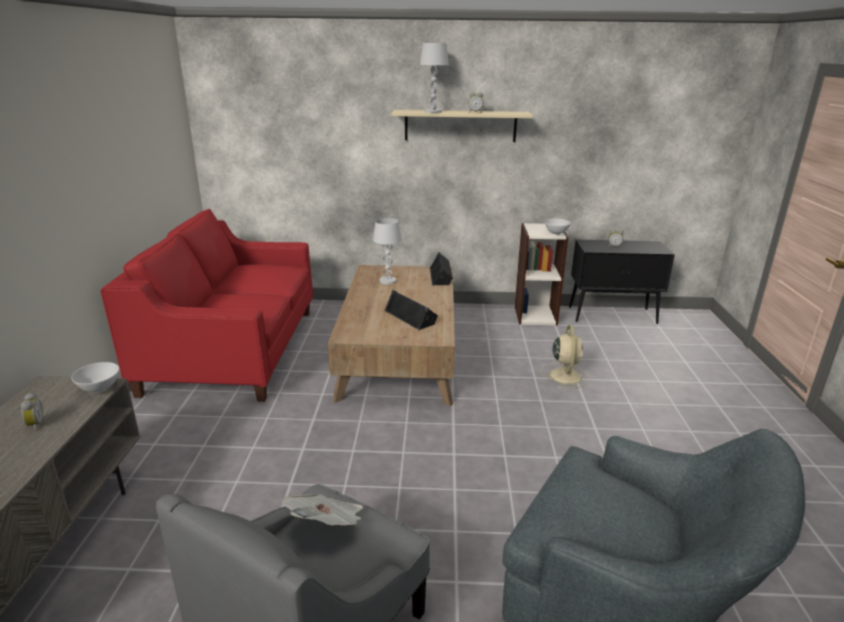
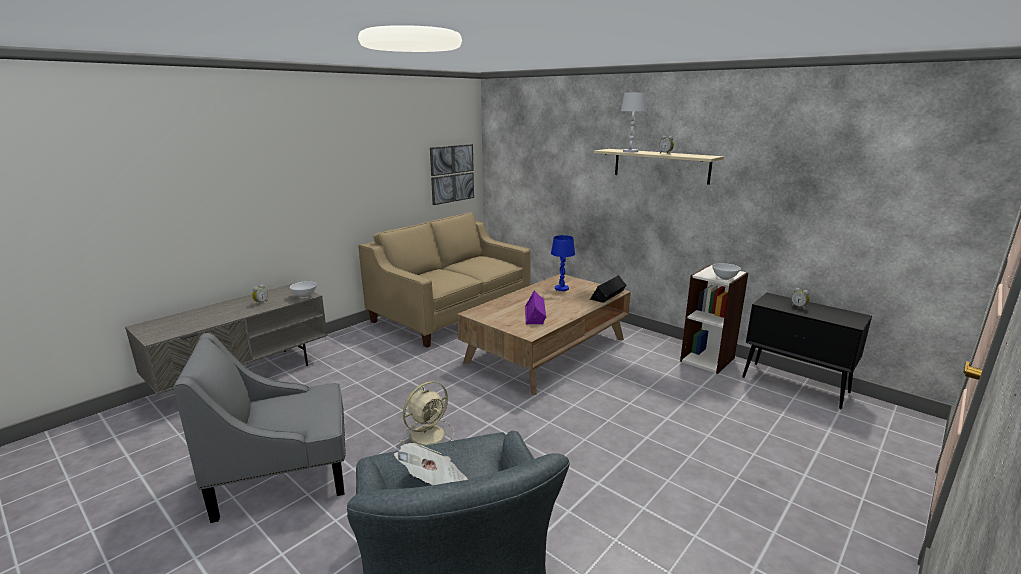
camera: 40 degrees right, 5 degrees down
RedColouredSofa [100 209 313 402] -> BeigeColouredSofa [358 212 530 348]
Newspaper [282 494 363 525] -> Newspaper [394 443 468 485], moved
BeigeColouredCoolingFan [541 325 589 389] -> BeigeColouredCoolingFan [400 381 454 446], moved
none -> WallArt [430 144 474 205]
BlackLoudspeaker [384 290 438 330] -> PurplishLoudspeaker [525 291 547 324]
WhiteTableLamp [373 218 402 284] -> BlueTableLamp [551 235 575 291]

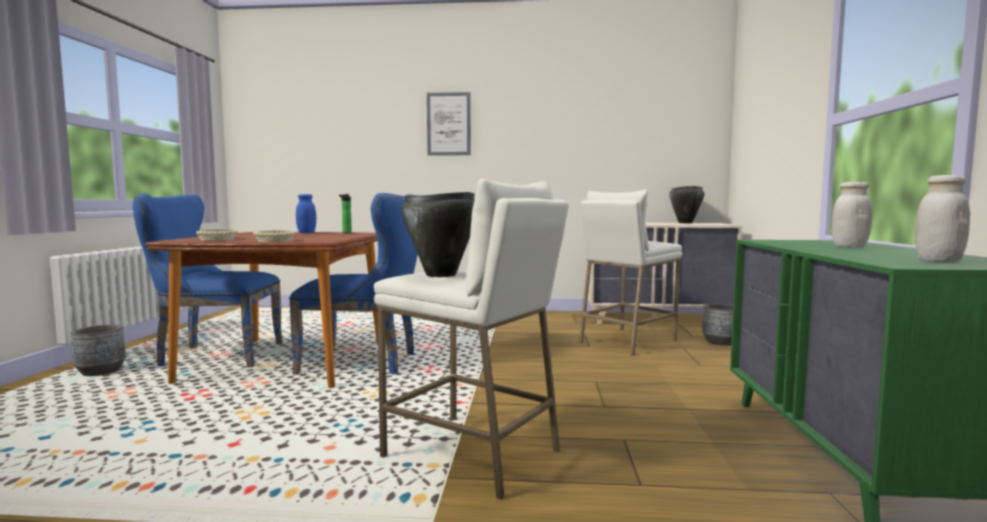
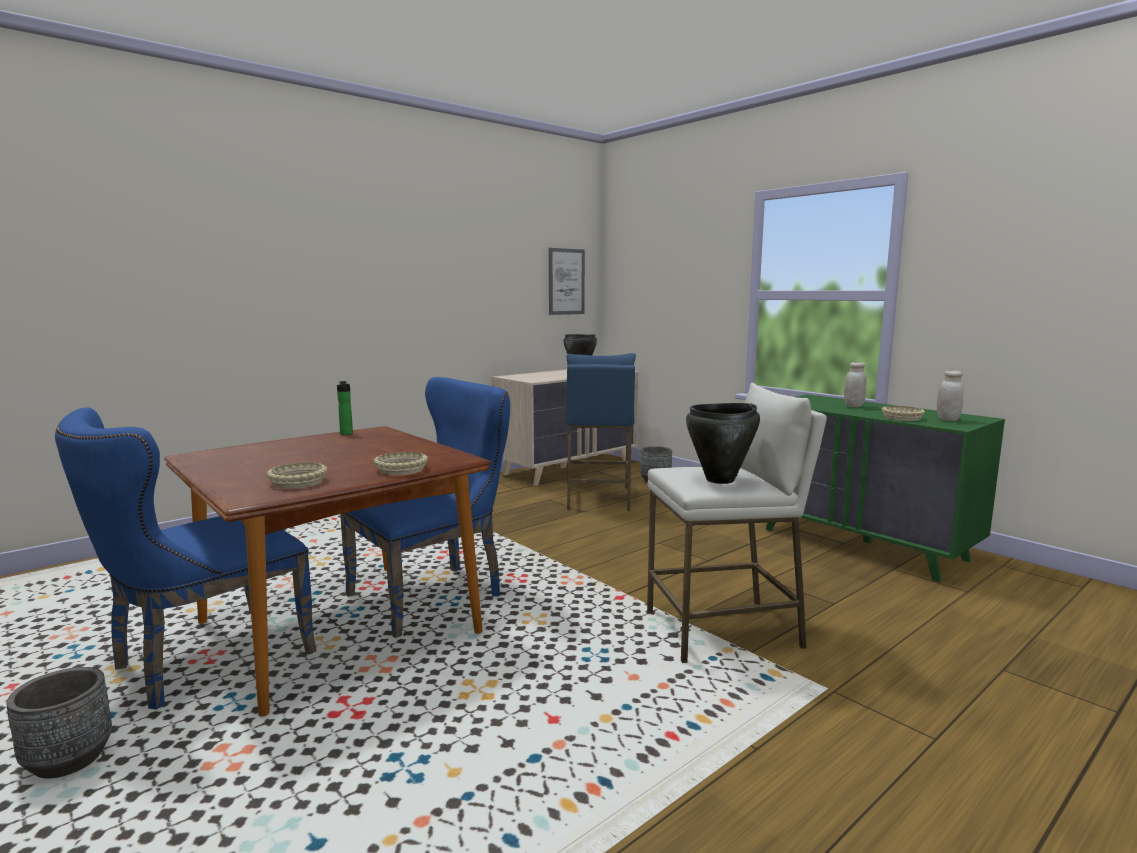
camera: 45 degrees left, 5 degrees up
WallArt [427 92 471 156] -> WallArt [549 248 585 315], moved
WhiteStoolSeat [579 190 682 356] -> BlueStoolSeat [566 353 636 511]
none -> BeigeColouredServingBowl [882 406 925 421]
BlueStorageJar [296 194 316 233] -> none

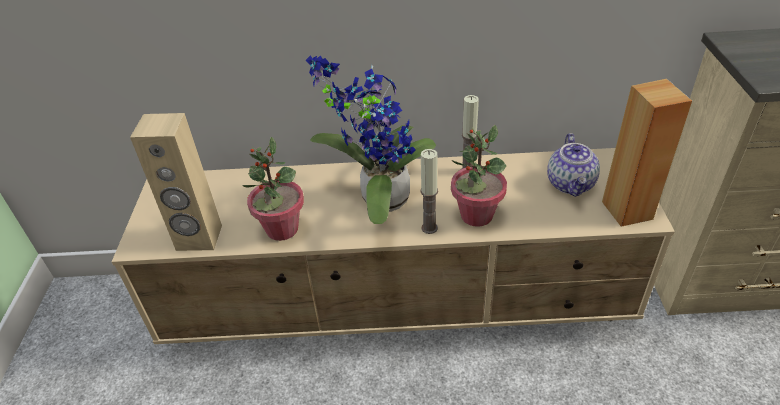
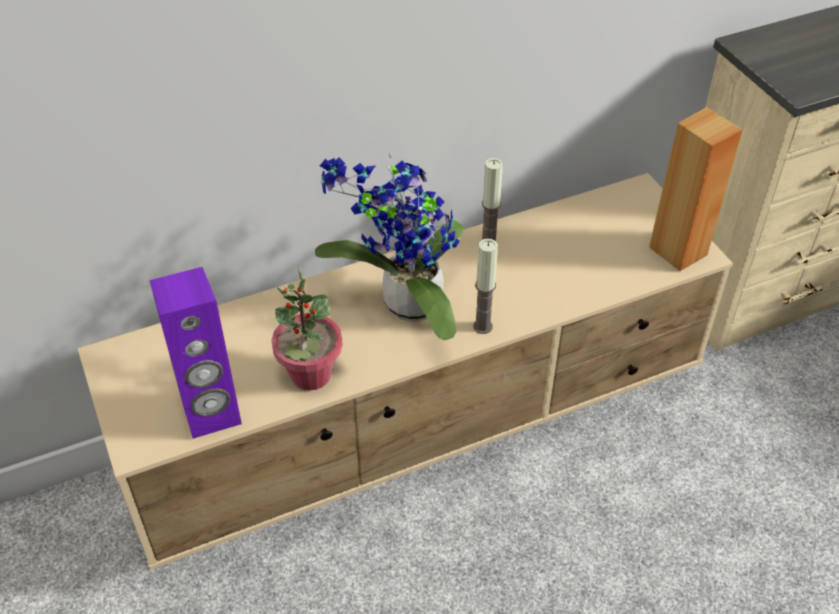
camera: 25 degrees left, 5 degrees up
BeigeColouredLoudspeaker [130 113 222 251] -> PurplishLoudspeaker [149 267 242 439]
PlantInAPot [451 125 507 227] -> none
Teapot [547 133 600 197] -> none

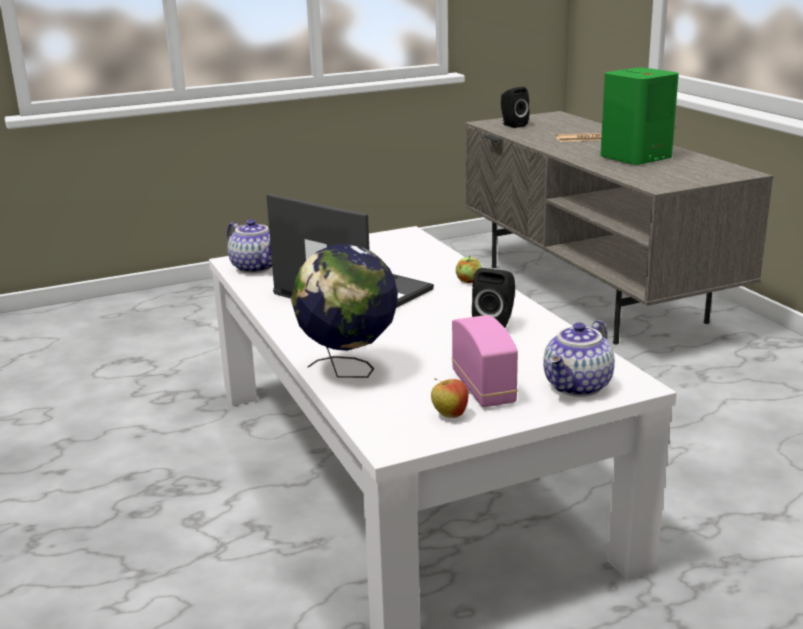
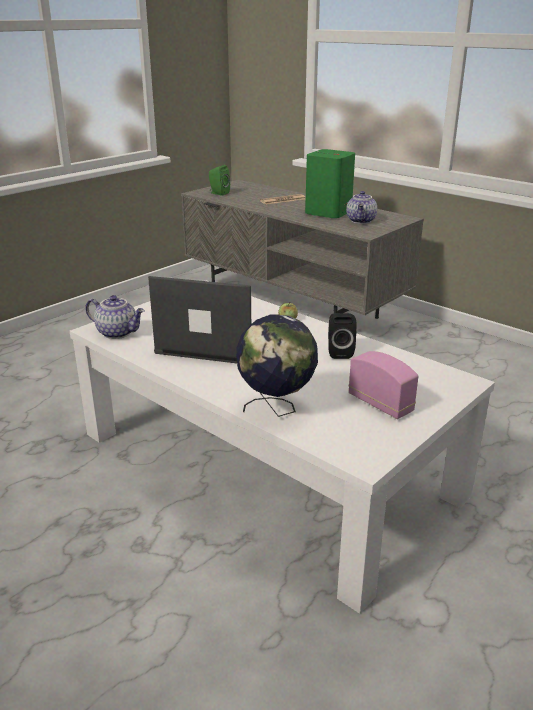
camera: 25 degrees left, 5 degrees up
BlackLoudspeaker [501 87 529 128] -> GreenishLoudspeaker [209 165 230 196]
Teapot [543 320 615 397] -> Teapot [346 191 377 224], moved
WholeApple [431 378 469 418] -> none

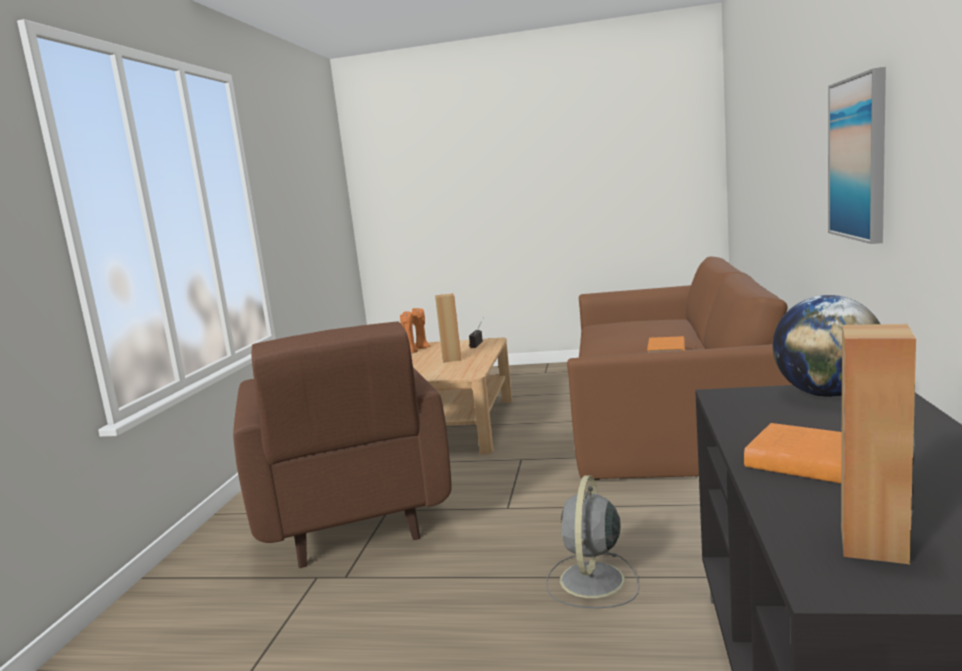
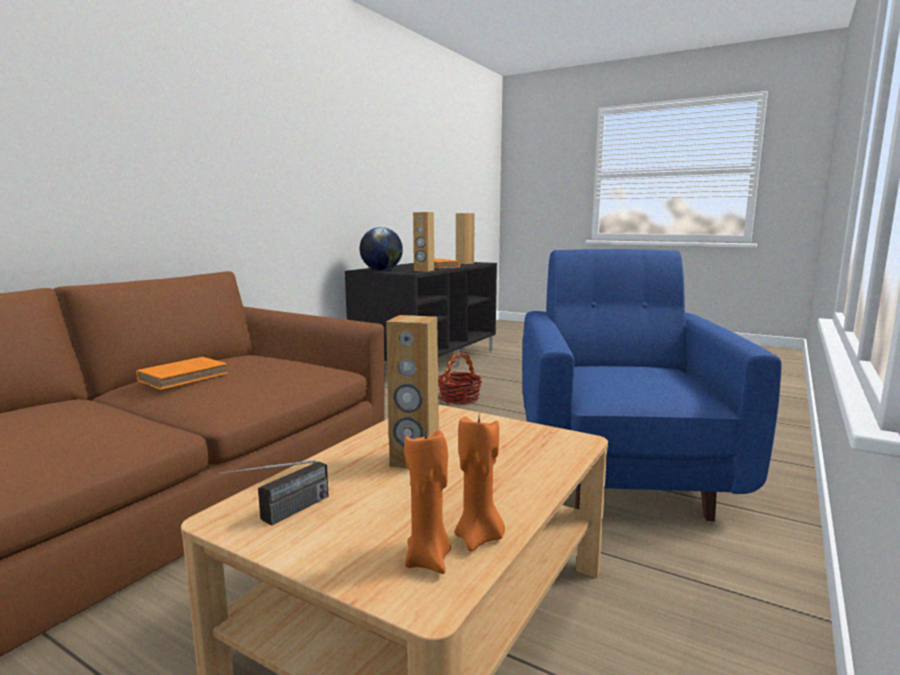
camera: 160 degrees left, 0 degrees up
none -> BrownLoudspeaker [413 212 435 272]
GrayCoolingFan [546 475 640 609] -> HouseholdBasket [438 352 482 404]
BrownEasyChair [233 321 452 568] -> BlueEasyChair [522 249 782 521]
WallArt [828 67 886 244] -> none

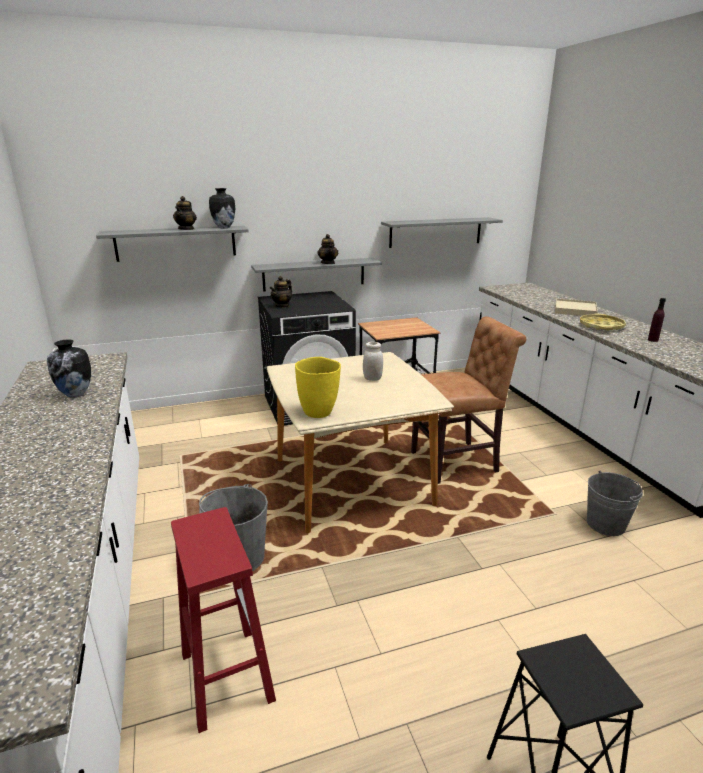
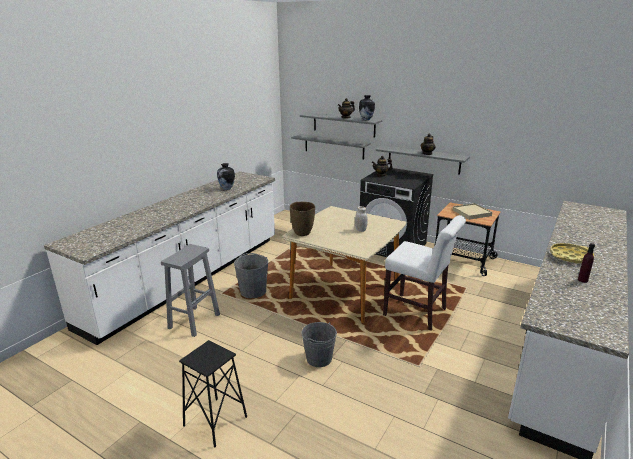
camera: 50 degrees right, 0 degrees up
RedColouredStoolSeat [171 507 276 733] -> GrayStoolSeat [161 244 220 337]
YellowFlowerVase [295 357 341 418] -> BrownFlowerVase [290 202 315 236]
GrayWallShelf [381 217 503 248] -> GrayWallShelf [291 134 371 159], moved
GrayBucket [587 471 643 536] -> GrayBucket [301 322 337 367], moved
BrownPlainChair [411 317 526 484] -> WhitePlainChair [383 215 466 331]
BeigeColouredTray [555 299 598 316] -> BeigeColouredTray [453 203 492 220], moved

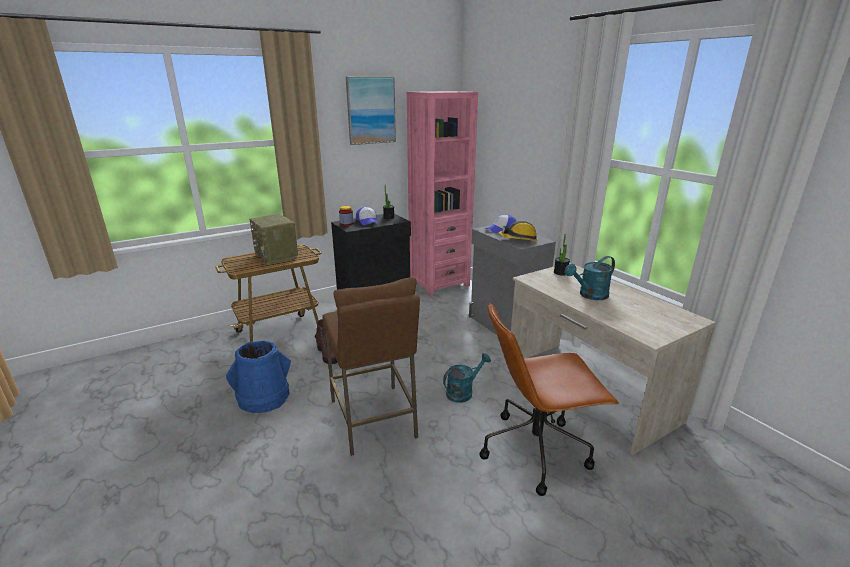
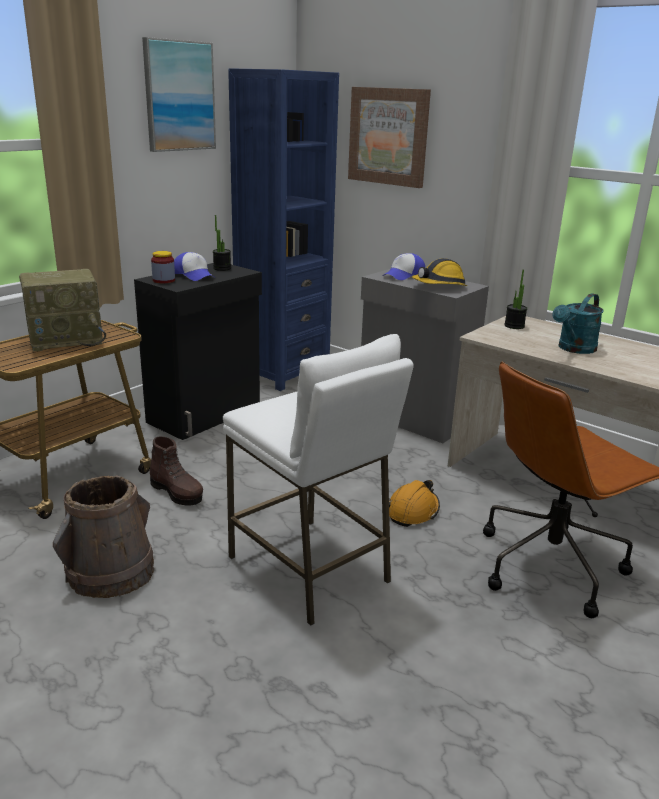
camera: 20 degrees left, 0 degrees up
RadioReceiver [249 214 298 265] -> RadioReceiver [19 269 106 351], 60 degrees counterclockwise
BlueBucket [226 341 291 413] -> BrownBucket [53 475 154 598]
BrownStoolSeat [322 277 420 456] -> WhiteStoolSeat [223 334 414 626]
PinkishShelvingUnit [407 91 478 297] -> BlueShelvingUnit [228 68 339 391]
none -> WallArt [348 87 431 188]
BlueGreenWateringPot [443 353 491 403] -> OrangeColouredWorkHelmet [389 480 440 527]

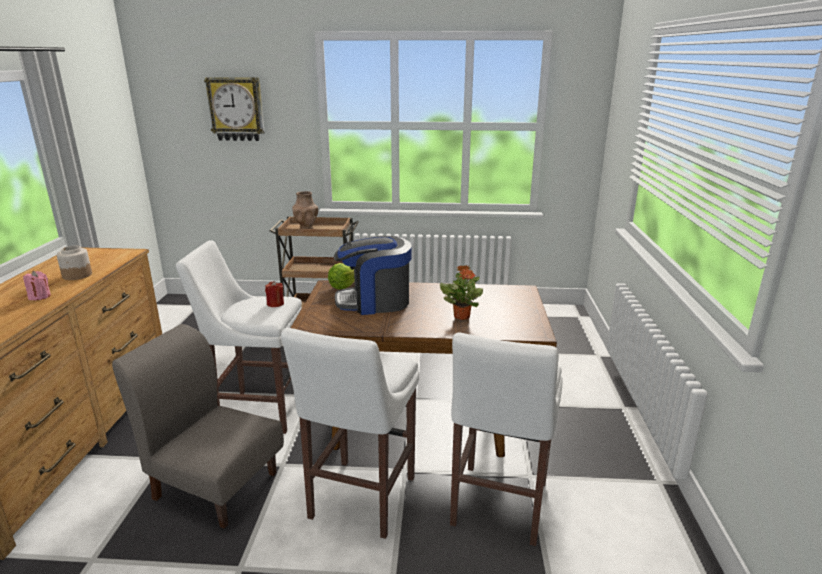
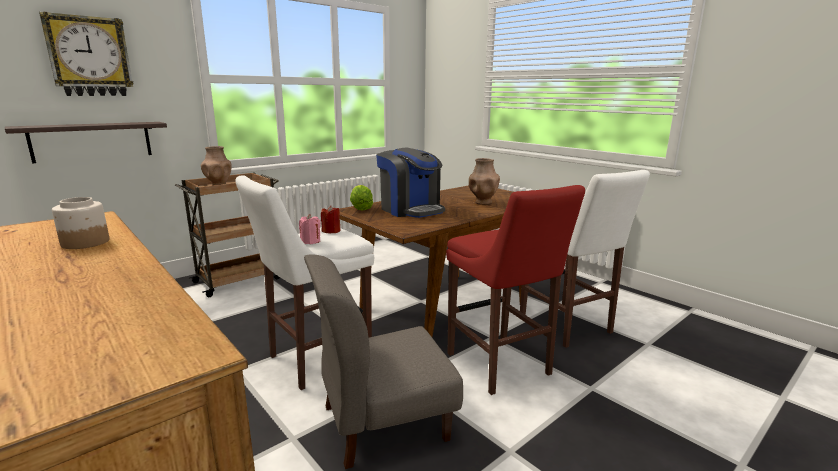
camera: 45 degrees left, 5 degrees down
none -> WallShelf [5 122 167 164]
PinkishCandle [23 271 51 300] -> PinkishCandle [299 214 321 244], moved
CoffeeBrewer [334 236 411 315] -> CoffeeBrewer [376 148 445 218], 75 degrees counterclockwise
WhiteStoolSeat [281 328 419 539] -> RedColouredStoolSeat [446 185 585 395]
PlantInAPot [440 265 483 320] -> BrownFlowerVase [469 158 500 205]

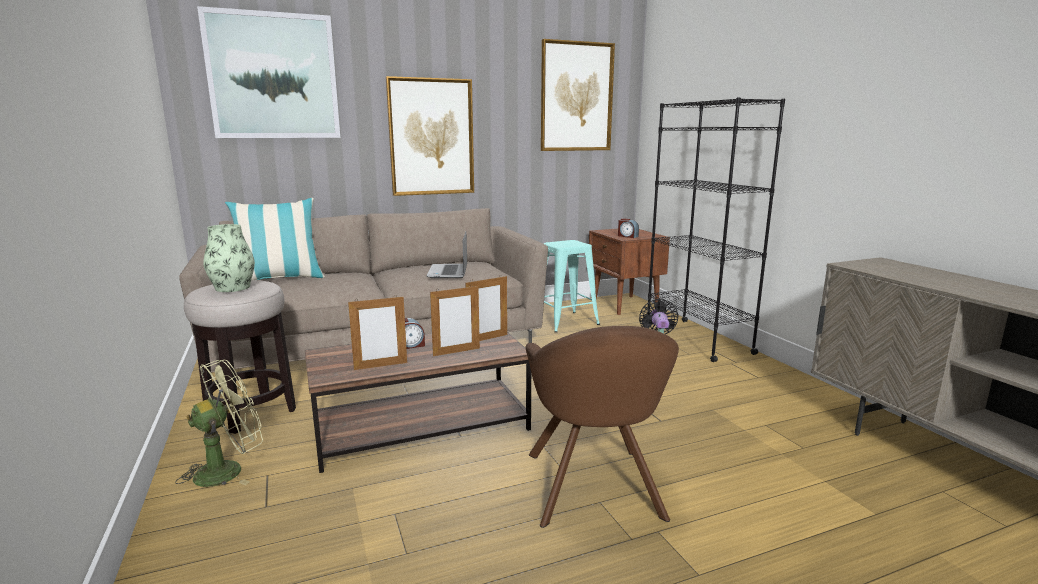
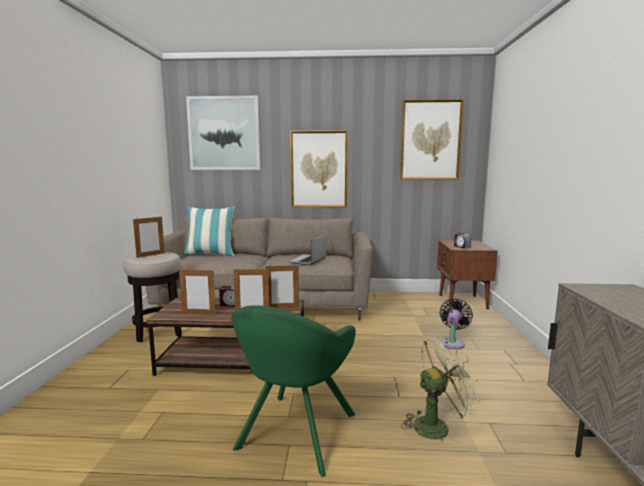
camera: 25 degrees right, 5 degrees down
FlowerVase [203 224 255 292] -> StandingFrame [133 217 165 258]
BrownEasyChair [526 326 679 528] -> GreenishEasyChair [231 305 356 477]
GreenishCoolingFan [175 359 263 487] -> GreenishCoolingFan [401 337 480 446], moved
BlueGreenStoolSeat [544 240 600 333] -> none
BlackShelvingUnit [647 97 785 362] -> none

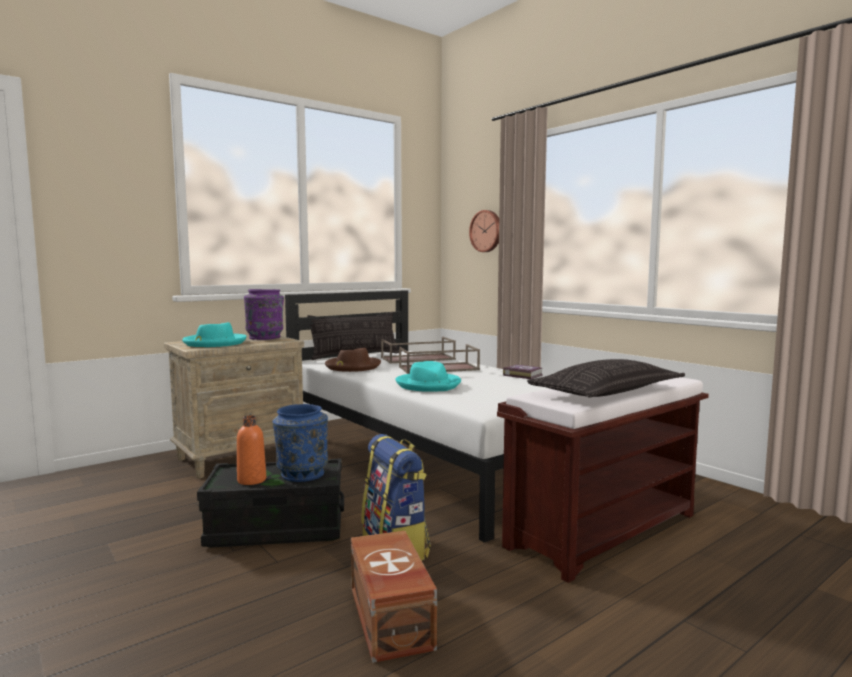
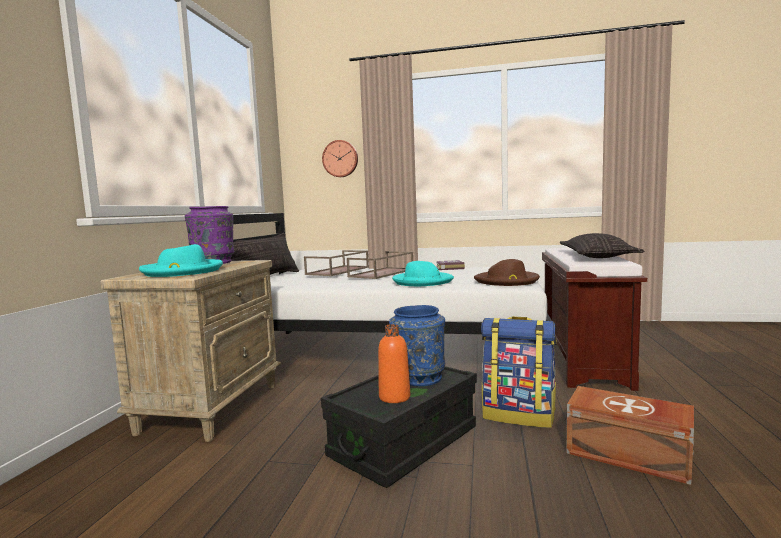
camera: 40 degrees left, 0 degrees up
BrownHat [325 348 381 372] -> BrownHat [474 259 540 286], moved

